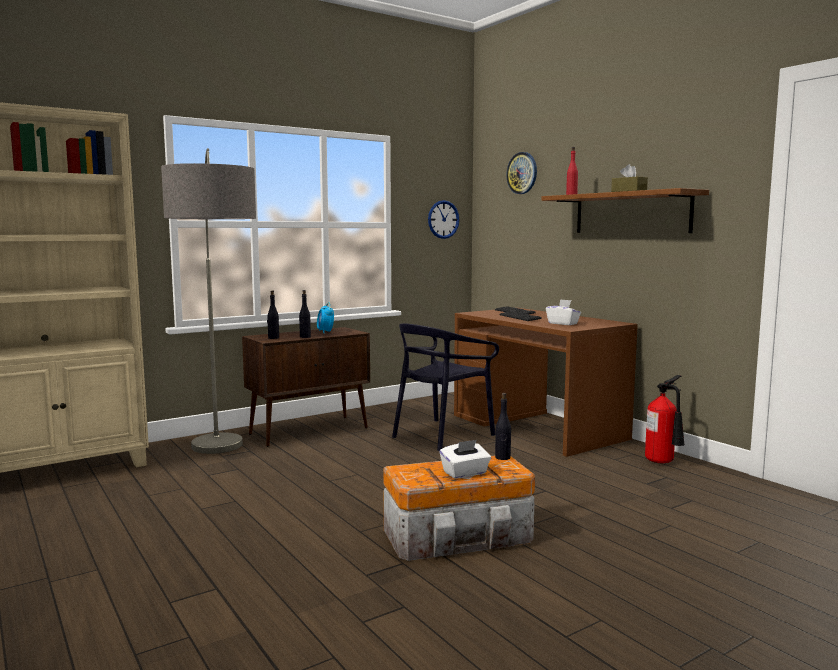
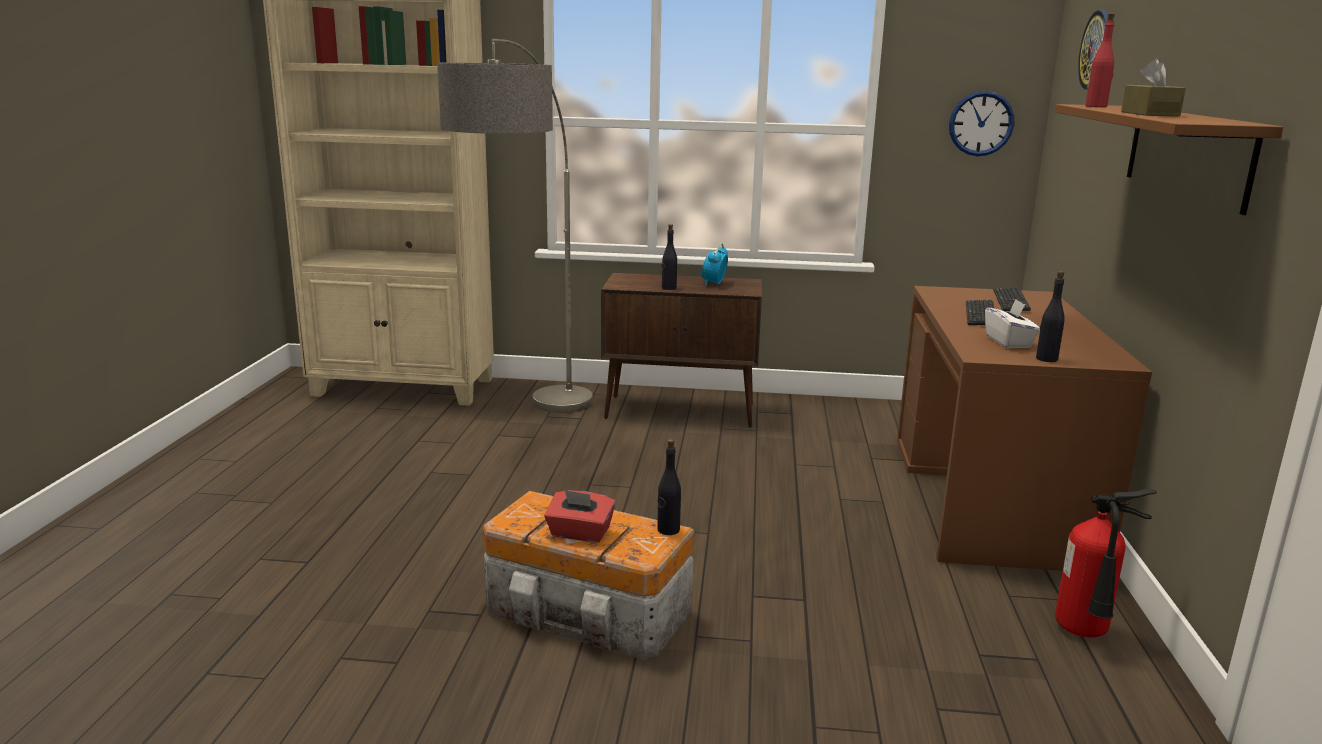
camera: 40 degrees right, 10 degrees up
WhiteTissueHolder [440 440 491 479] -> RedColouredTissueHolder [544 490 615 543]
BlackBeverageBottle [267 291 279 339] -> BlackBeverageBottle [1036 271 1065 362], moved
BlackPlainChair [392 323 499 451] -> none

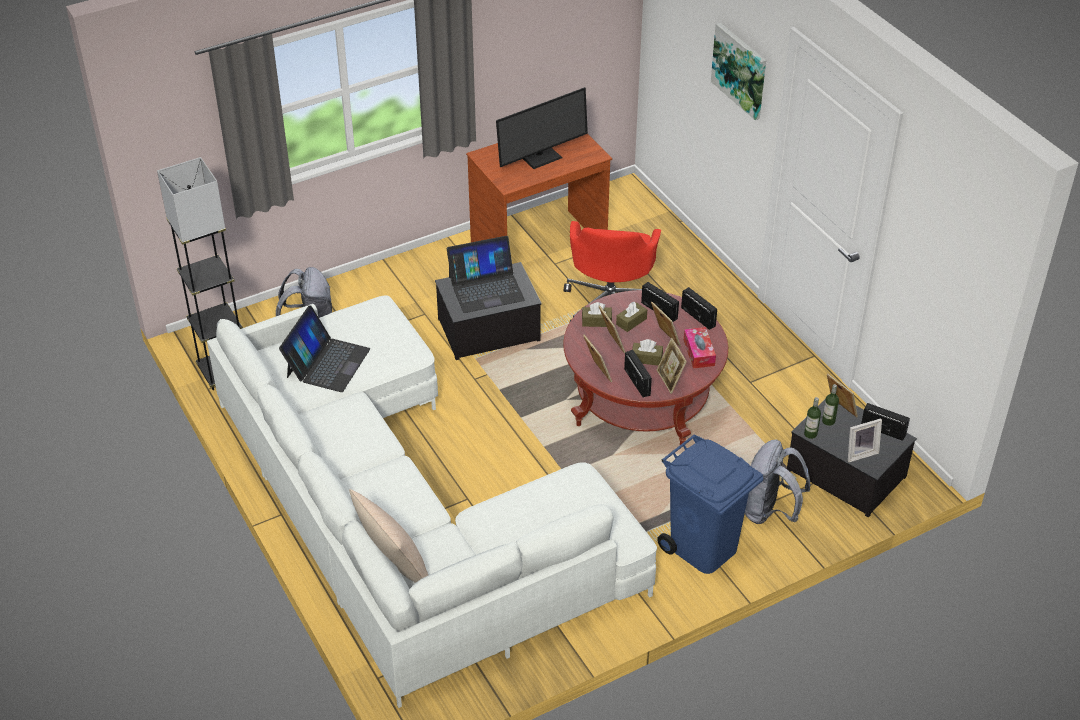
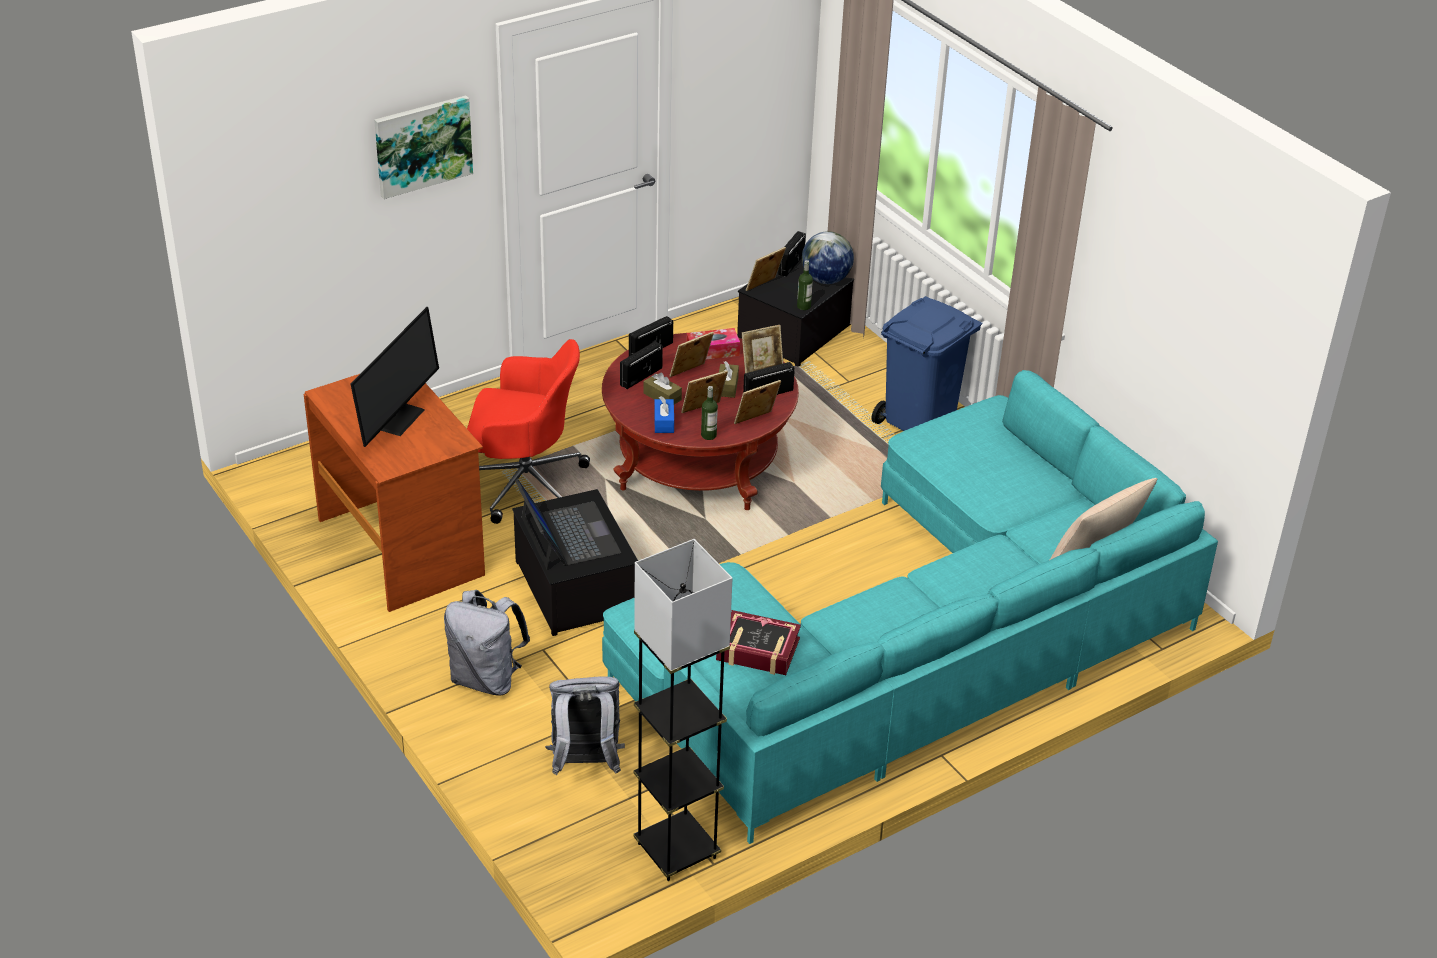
camera: 95 degrees left, 5 degrees down
ComputerDisplay [496 87 588 169] -> ComputerDisplay [351 307 439 447], 60 degrees clockwise
GrayBackpack [745 439 810 524] -> GrayBackpack [444 590 530 696], moved
WhiteSofa [207 296 657 708] -> BlueGreenSofa [602 370 1218 844]
BrownTissueHolder [582 302 612 327] -> BlueTissueHolder [654 396 674 433]
BeverageBottle [822 384 839 426] -> BeverageBottle [701 386 718 440], moved
NotebookComputer [279 305 370 392] -> Book [716 610 801 675]
StandingFrame [848 418 882 462] -> DeskGlobe [802 231 854 284]

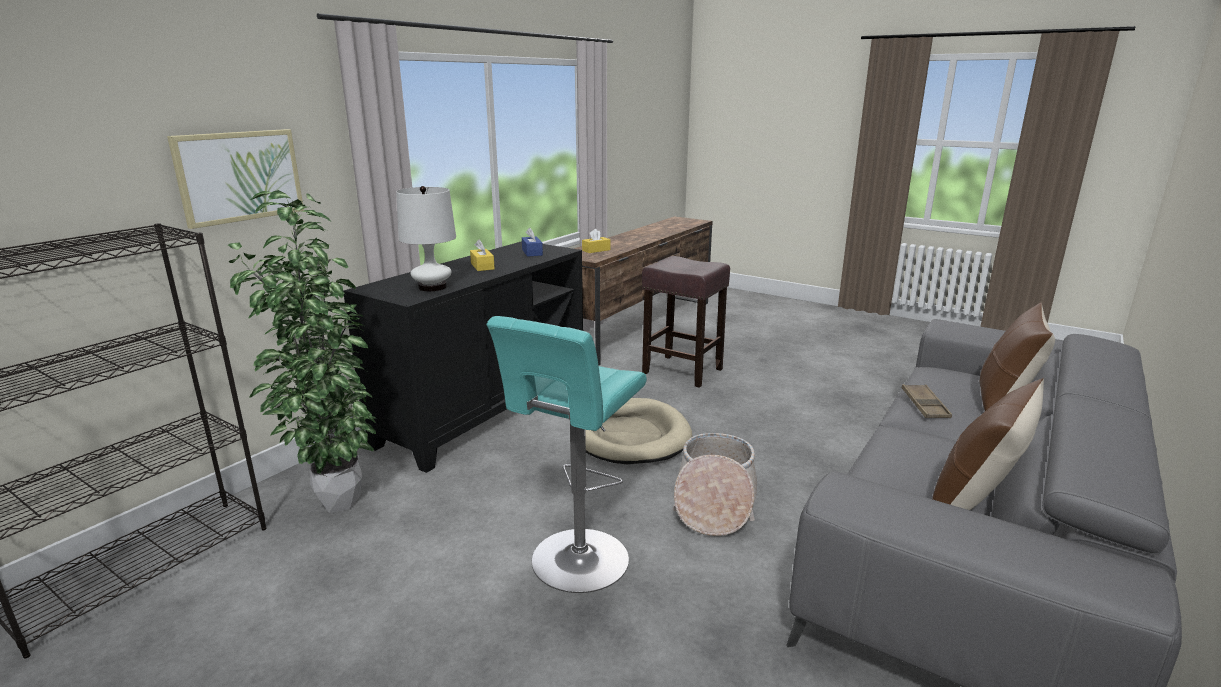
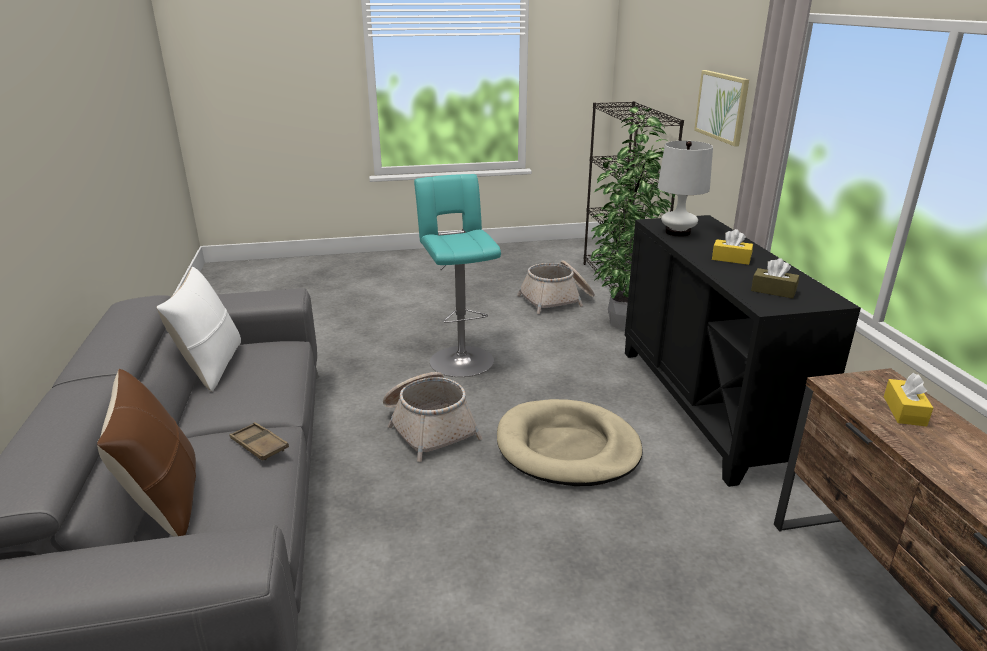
camera: 135 degrees right, 5 degrees up
BrownCushion [932 378 1044 510] -> WhiteCushion [156 267 241 391]
none -> HouseholdBasket [517 261 595 314]
BlueTissueHolder [522 228 543 257] -> BrownTissueHolder [751 258 799 299]
BrownStoolSeat [642 256 730 388] -> none

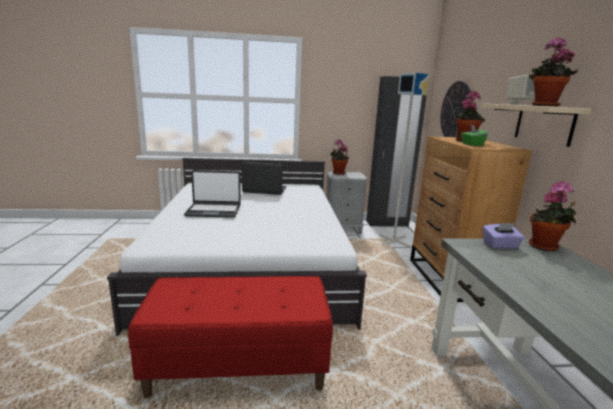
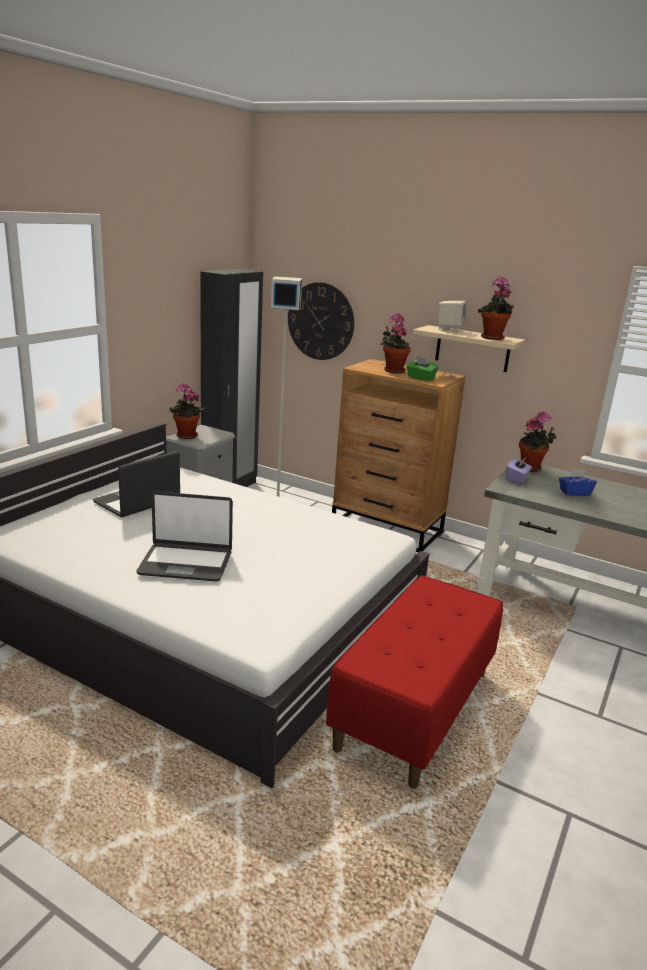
camera: 55 degrees left, 5 degrees up
NotebookComputer [184 170 241 218] -> NotebookComputer [136 491 233 582], 60 degrees clockwise
none -> BlueTissueHolder [559 469 597 496]

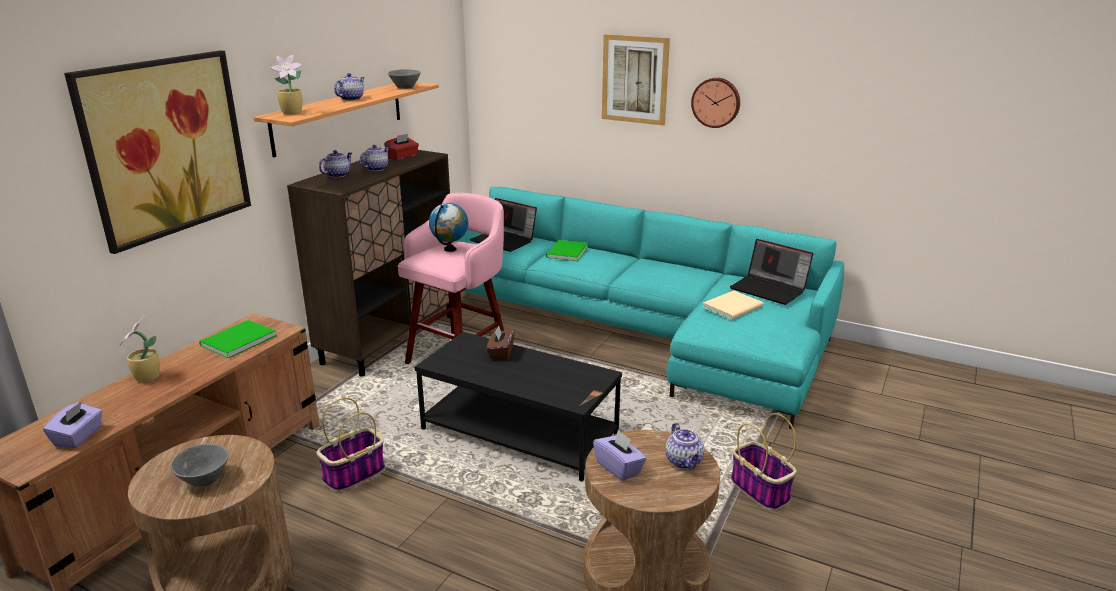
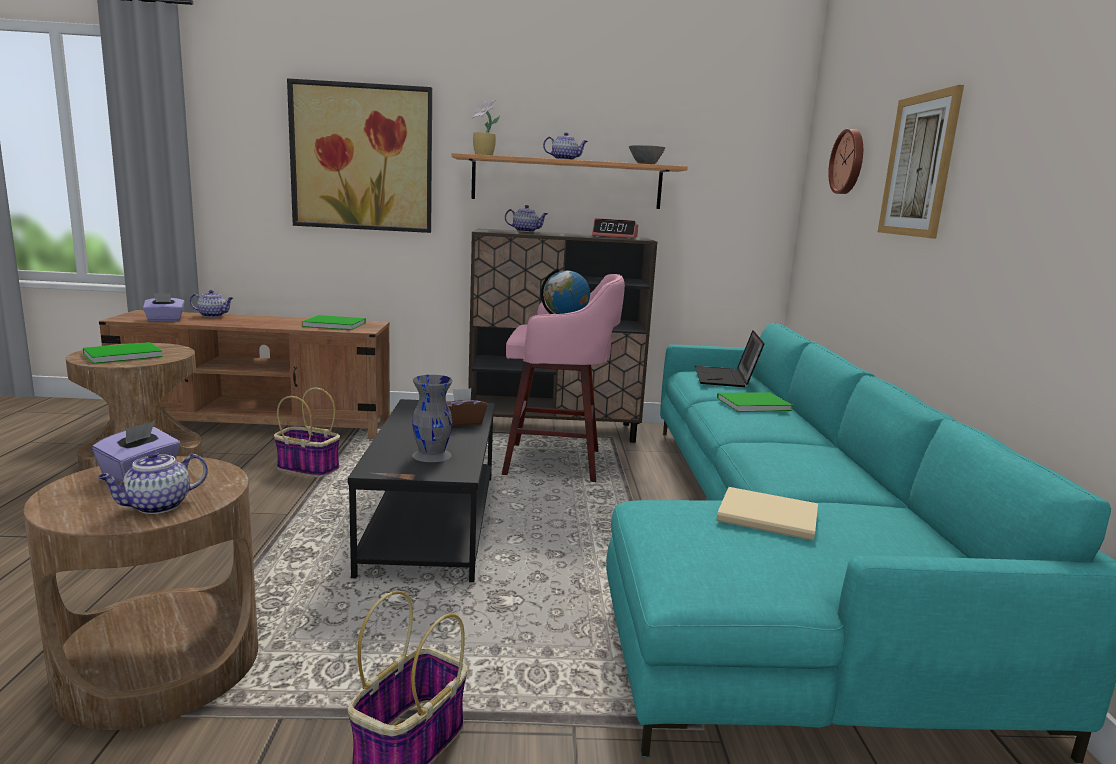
camera: 60 degrees right, 10 degrees down
GrayServingBowl [171 444 229 487] -> GreenishBook [83 342 163 364]
Teapot [360 145 389 171] -> Teapot [190 290 233 317], moved
none -> GrayFlowerVase [412 375 453 462]
RedColouredTissueHolder [384 134 419 160] -> BedsideClock [592 218 638 239]
WallClock [691 78 740 128] -> WallClock [828 129 863 194], moved
PlantInAPot [120 315 160 382] -> none
NotebookComputer [730 239 813 305] -> none

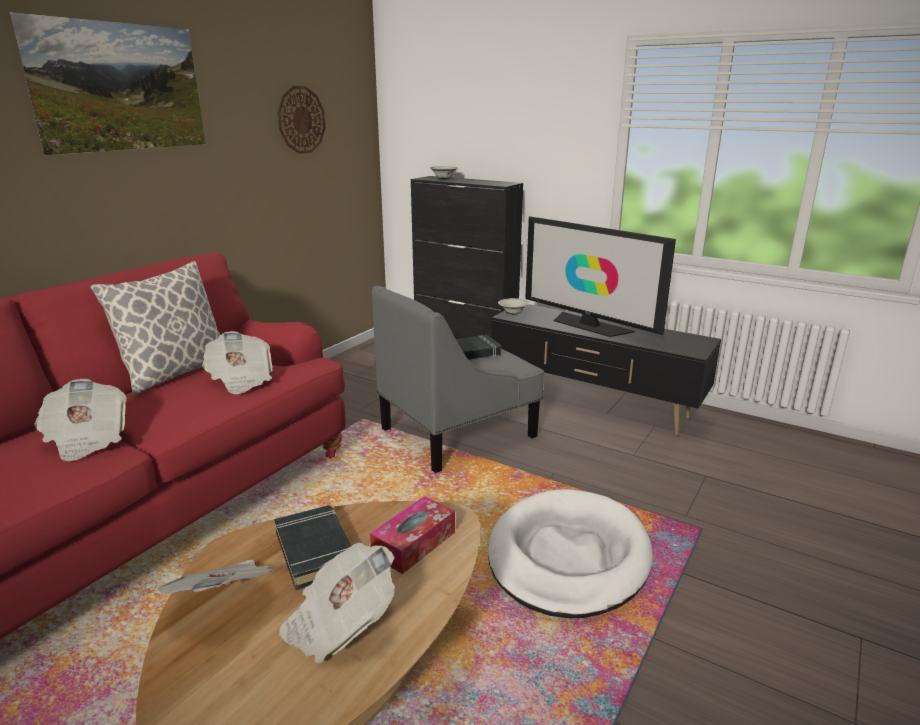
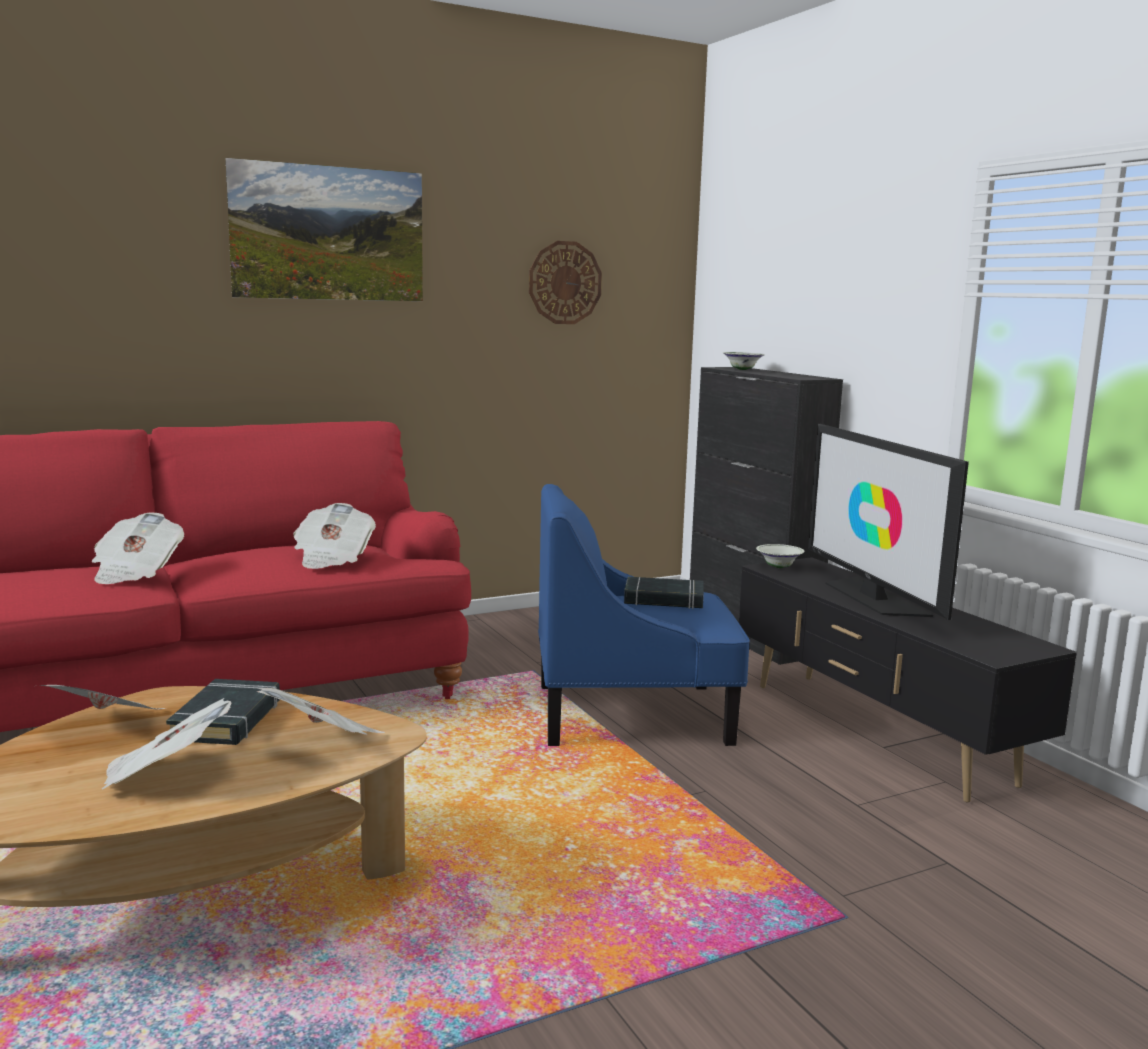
camera: 30 degrees right, 10 degrees down
TissueHolder [370 496 455 574] -> Newspaper [257 688 385 735]
GrayEasyChair [372 286 544 473] -> BlueEasyChair [538 484 750 746]
Cushion [90 261 221 395] -> none
WhiteDogCushion [488 489 653 618] -> none

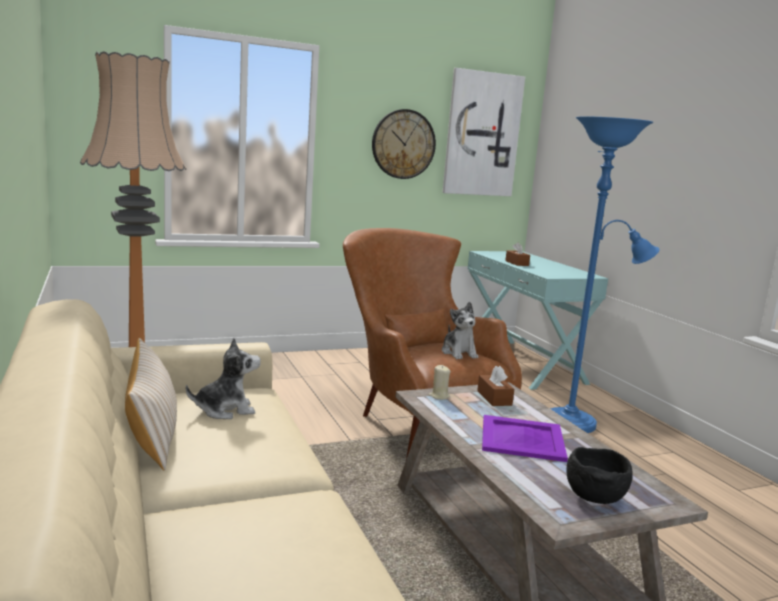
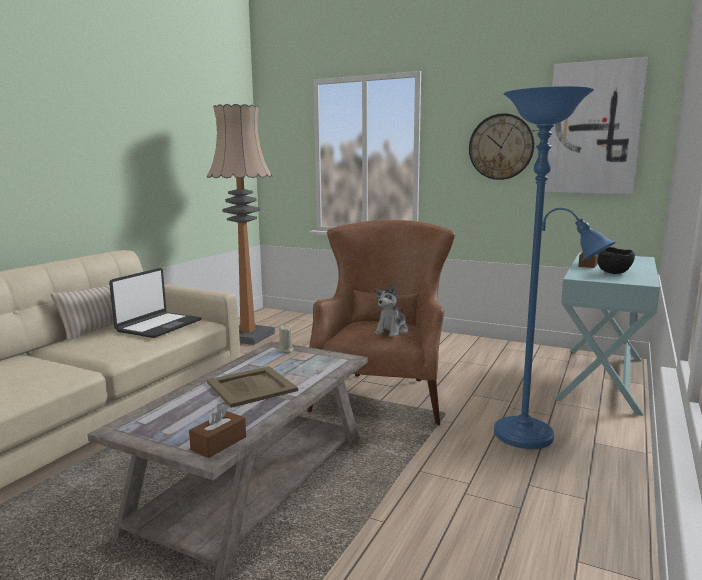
camera: 50 degrees right, 0 degrees up
PlushToy [186 338 261 419] -> NotebookComputer [109 268 201 338]
BrownTissueHolder [477 366 514 406] -> BrownTissueHolder [189 404 246 458], moved
PurplishTray [482 415 568 462] -> BeigeColouredTray [207 366 298 408]
BlackServingBowl [566 447 633 504] -> BlackServingBowl [597 247 635 274], moved

